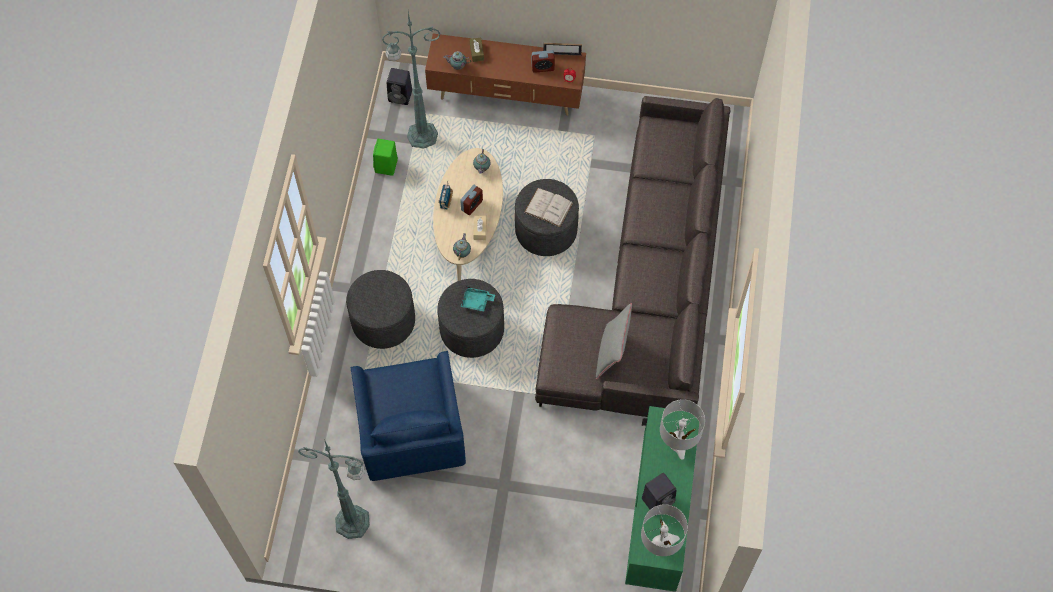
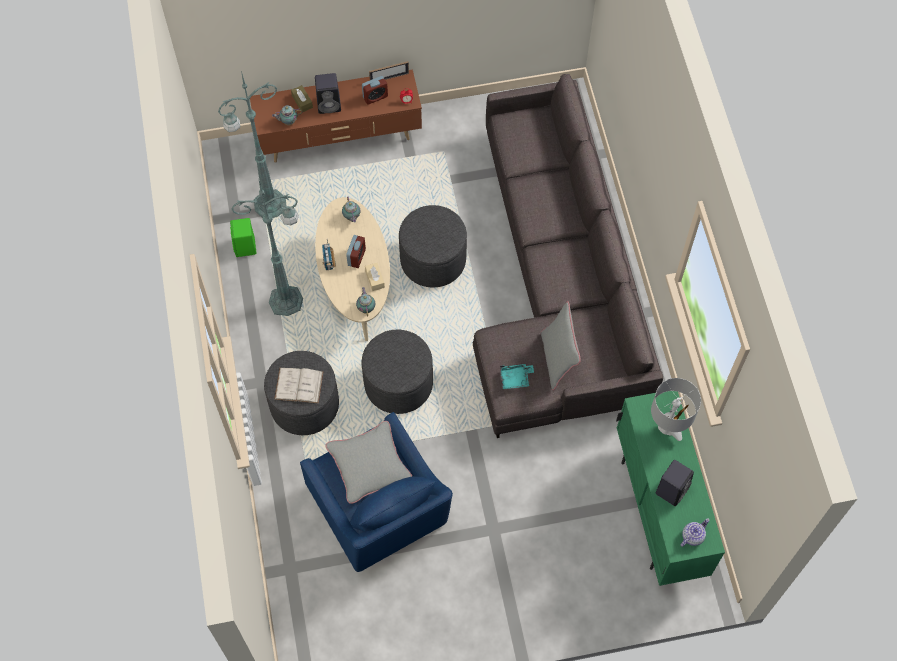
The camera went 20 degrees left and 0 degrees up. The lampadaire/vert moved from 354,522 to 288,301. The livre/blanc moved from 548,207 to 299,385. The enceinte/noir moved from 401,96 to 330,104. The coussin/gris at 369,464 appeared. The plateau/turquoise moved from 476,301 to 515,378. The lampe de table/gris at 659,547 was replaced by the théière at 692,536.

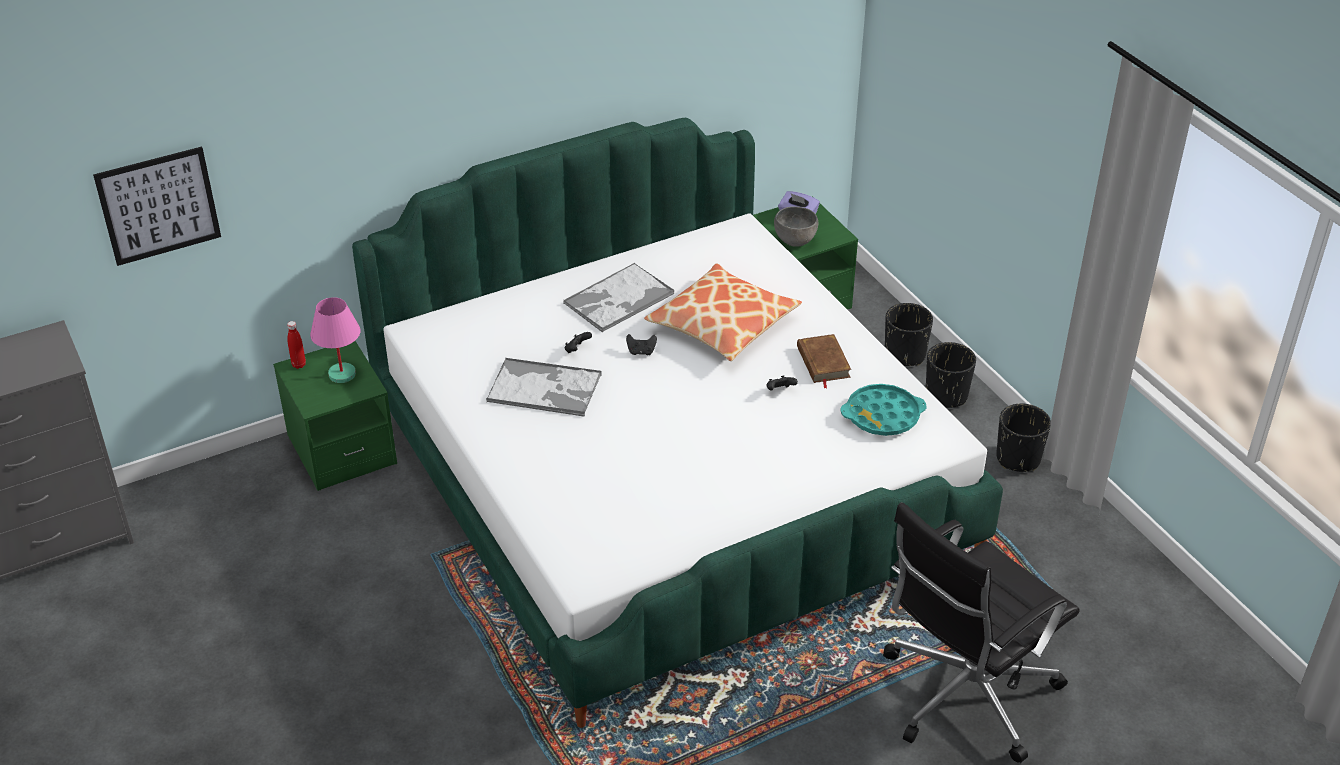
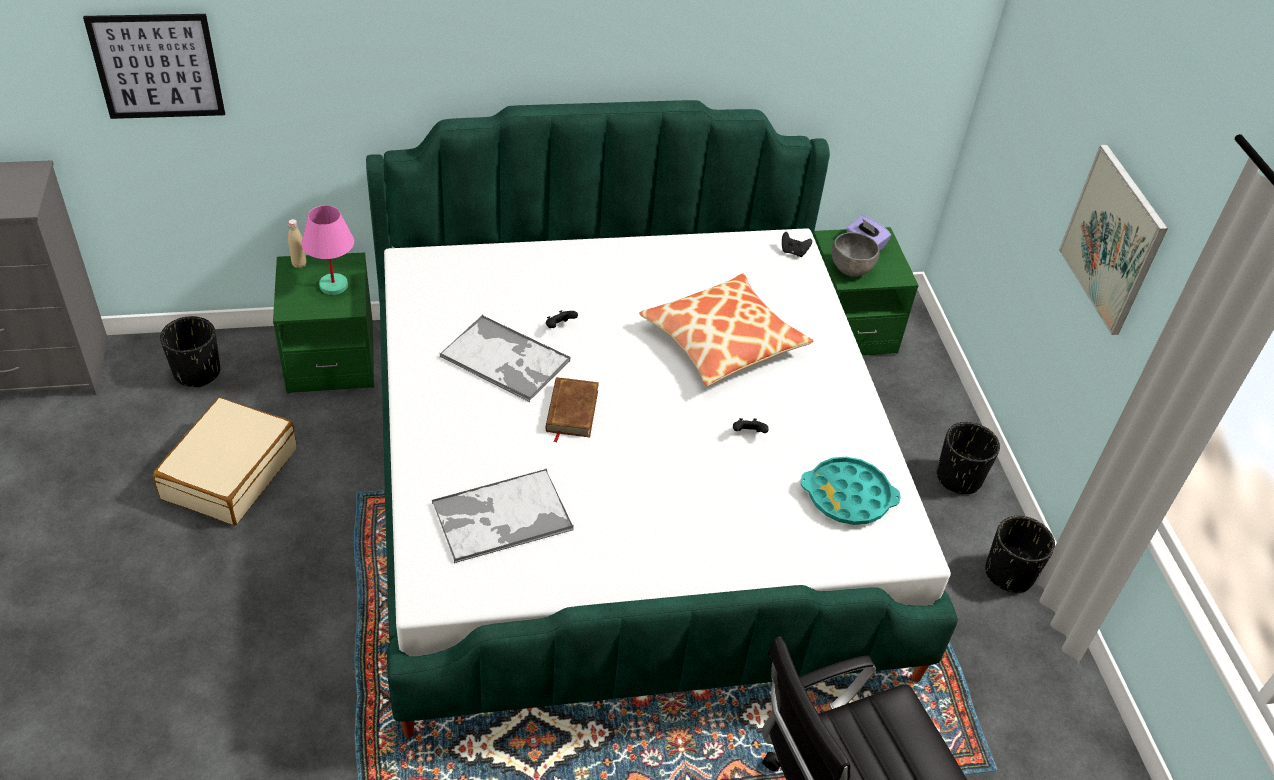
The camera went 15 degrees right and 5 degrees up. The valise/beige at 229,473 appeared. The cache-pot/noir moved from 905,355 to 197,372. The bouteille/rouge at 299,365 became the bouteille/beige at 299,264. The plateau moved from 618,299 to 501,517. The livre/marron moved from 822,362 to 571,411. The manette/noir moved from 641,352 to 793,252. The tableau at 1112,239 appeared.

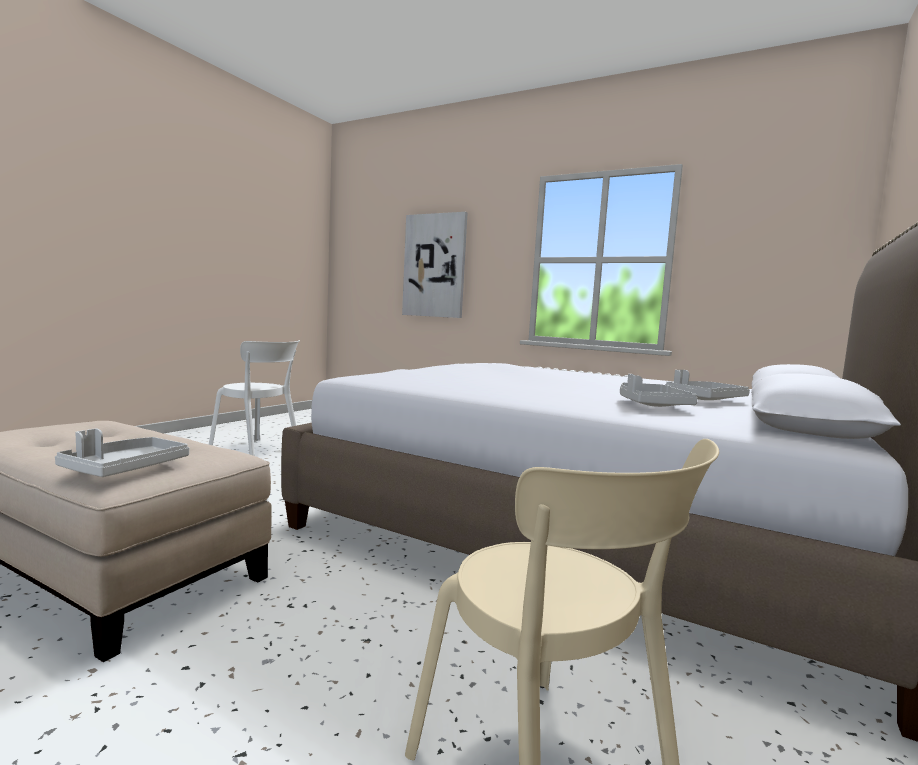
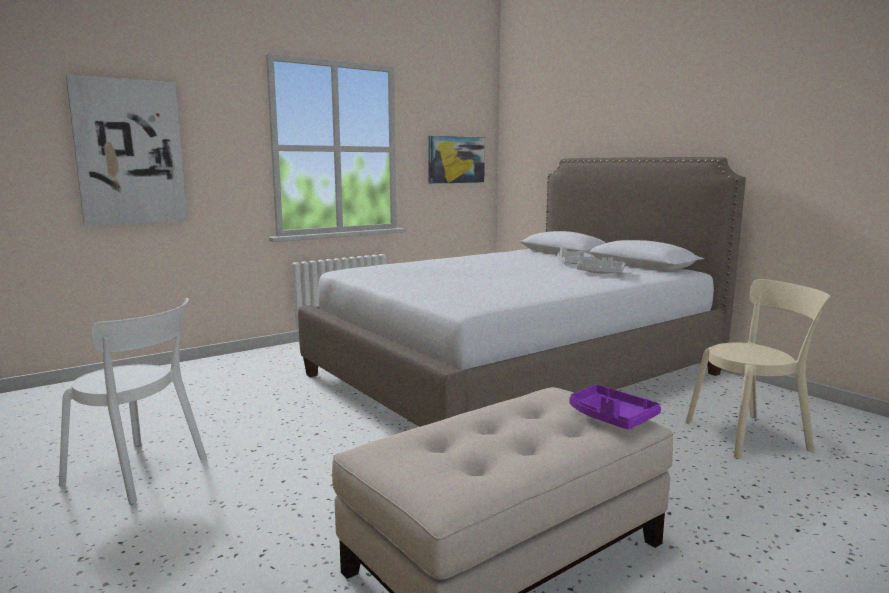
The camera went 65 degrees left and 5 degrees up. The chaise/blanc at 258,450 turned 60 degrees clockwise. The tableau at 456,160 appeared. The plateau/gris at 125,469 became the plateau/violet at 611,417.

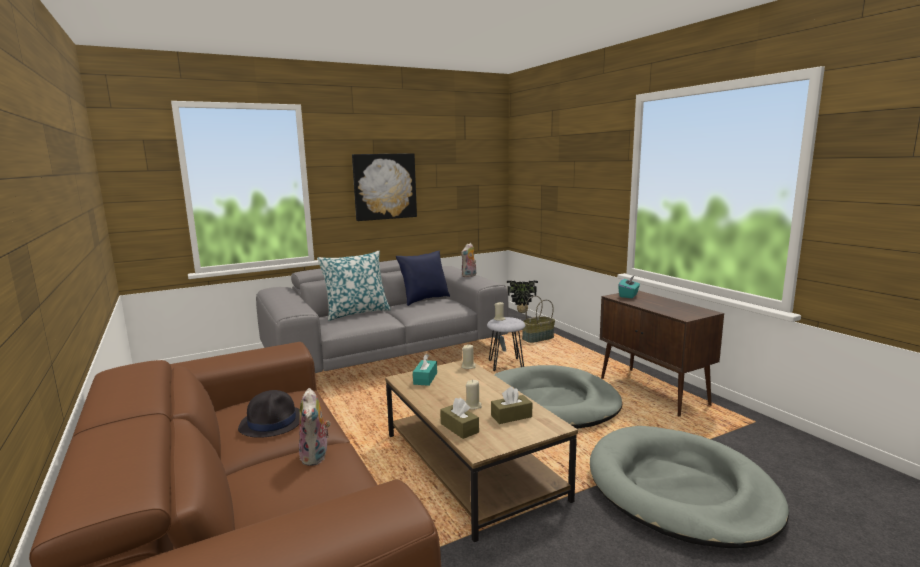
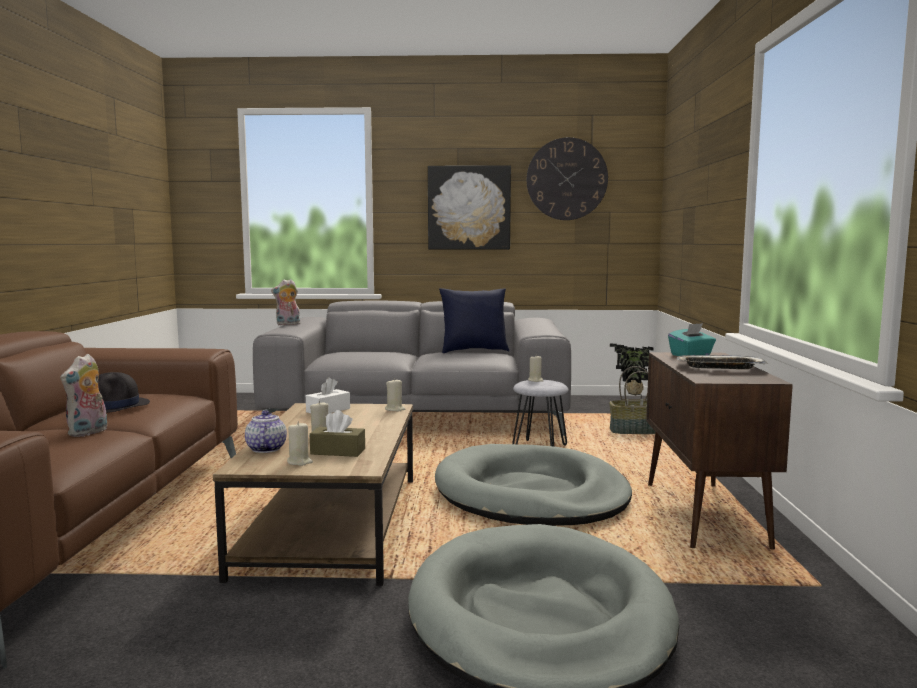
The camera went 30 degrees right and 5 degrees down. The boîte à mouchoirs/marron at 459,428 was replaced by the théière at 266,449. The peluche moved from 469,276 to 287,324. The bougie/beige at 299,462 appeared. The boîte à mouchoirs/turquoise at 425,378 became the boîte à mouchoirs/blanc at 328,410. The horloge murale at 567,179 appeared. The plateau at 719,368 appeared. The coussin at 356,313 disappeared.

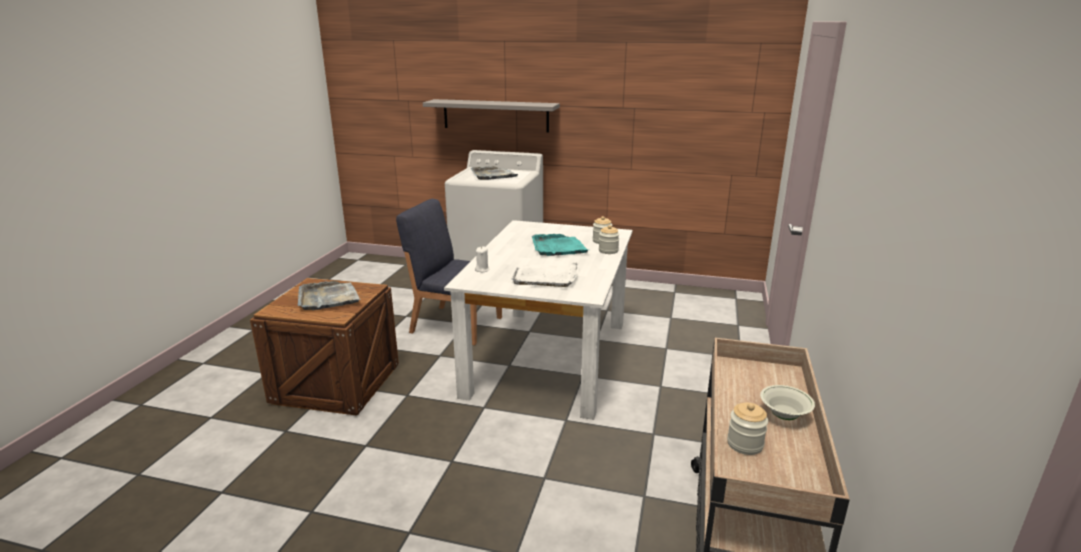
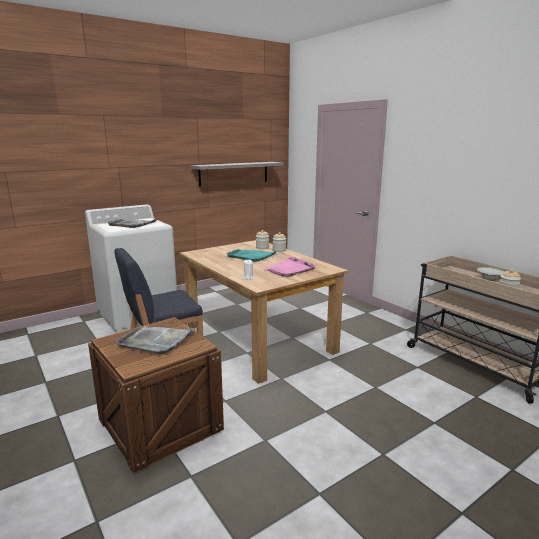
The camera went 50 degrees left and 5 degrees down. The table à manger/blanc at 548,356 became the table à manger/marron at 257,338. The étagère/gris moved from 495,115 to 234,173. The plateau/blanc at 546,277 became the plateau/rose at 290,269.

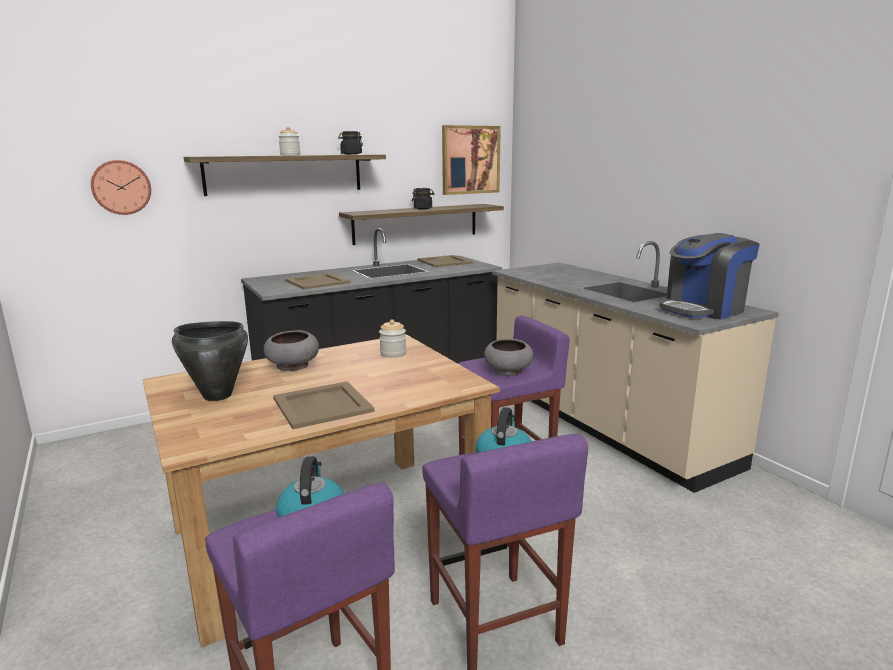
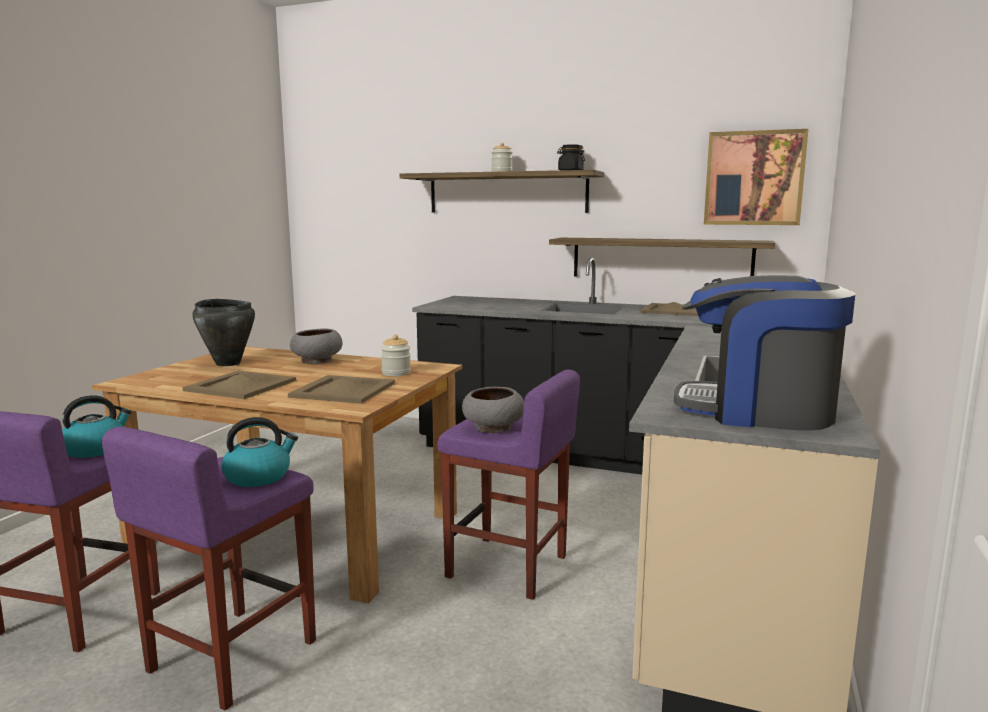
The camera went 50 degrees right and 5 degrees down. The plateau/beige moved from 316,282 to 343,390. The horloge murale at 121,187 disappeared. The bocal/noir at 423,209 disappeared.

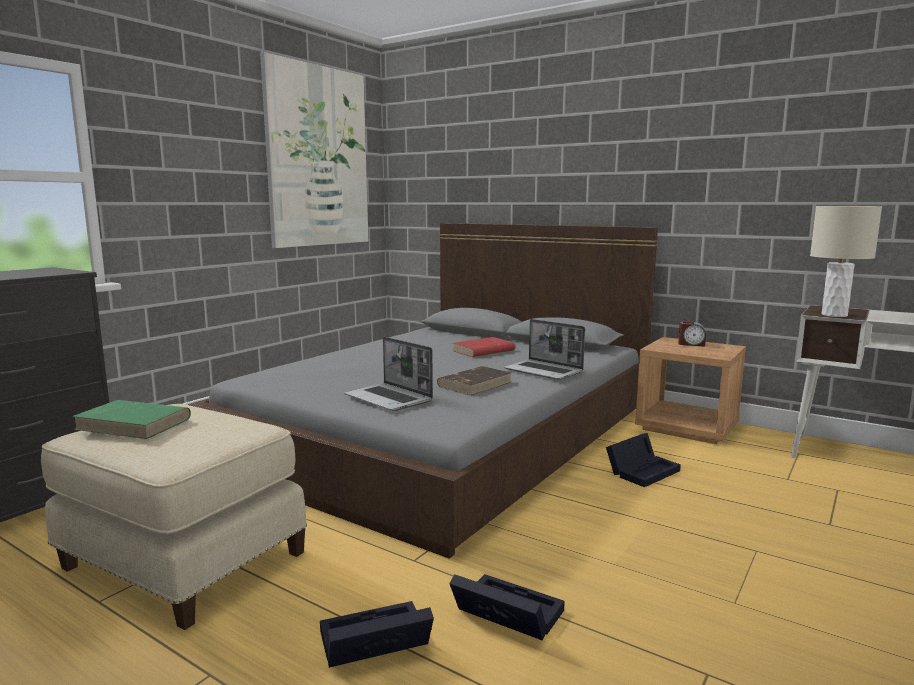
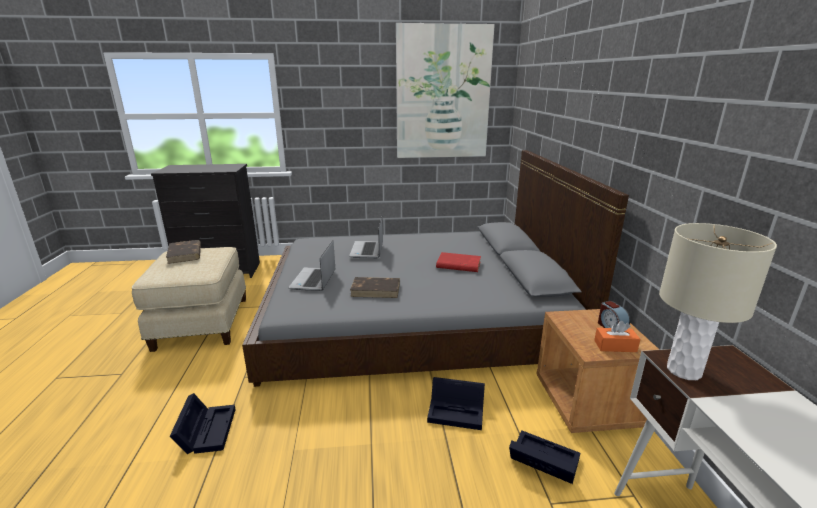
The camera went 50 degrees right and 10 degrees up. The livre/vert at 135,424 became the livre/marron at 185,254. The ordinateur portable moved from 544,371 to 367,251. The boîte de rangement/noir moved from 372,644 to 541,462. The boîte à mouchoirs/orange at 615,346 appeared.

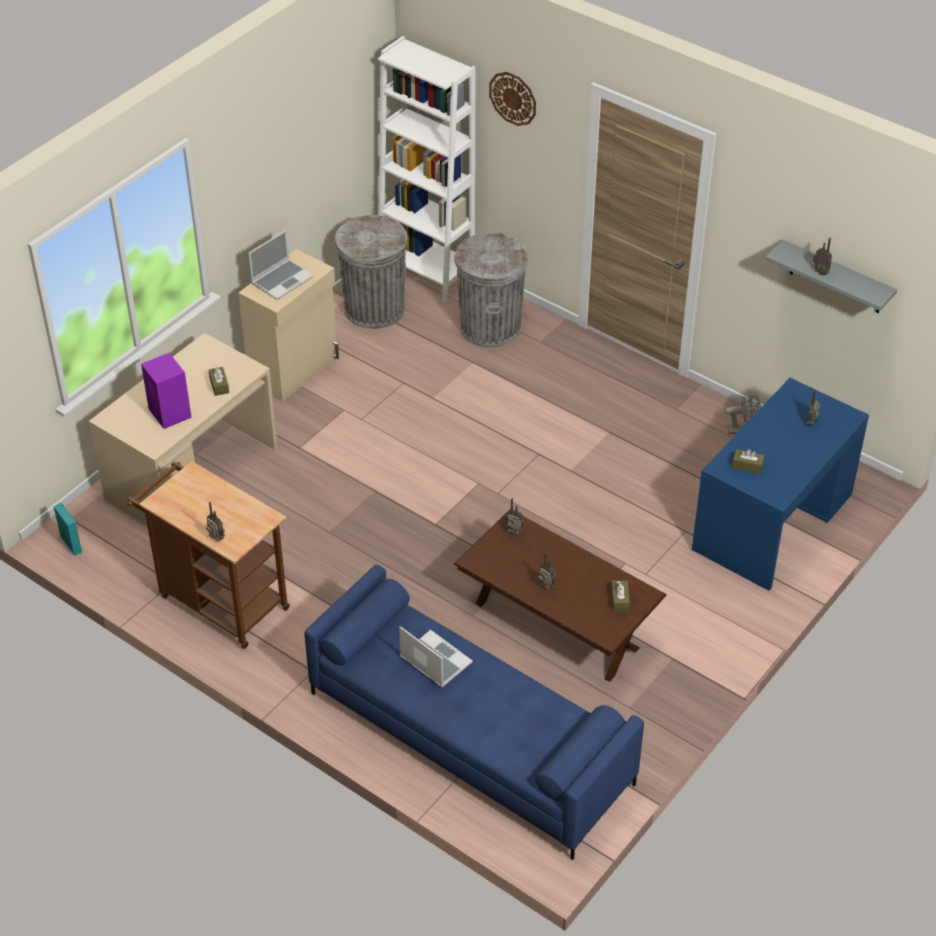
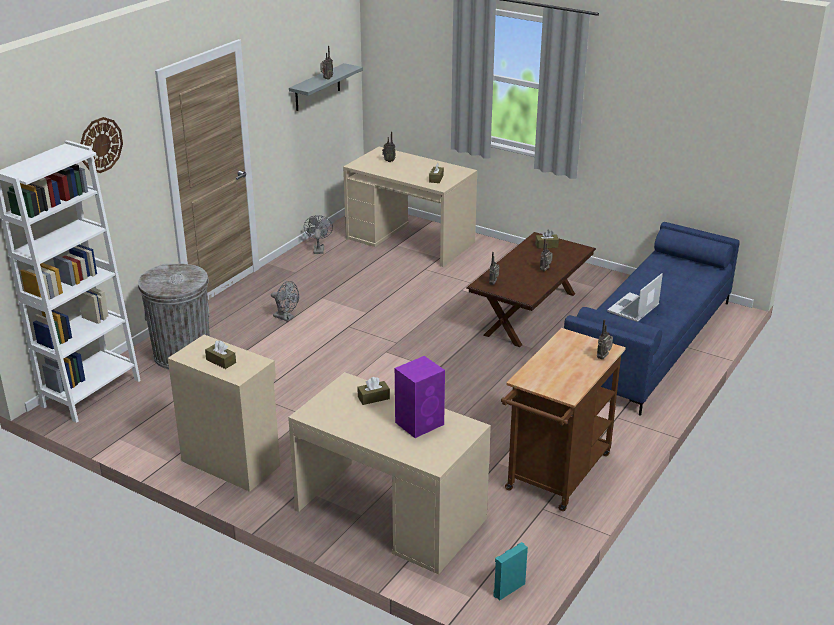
The camera went 95 degrees left and 15 degrees down. The ordinateur portable at 282,280 was replaced by the boîte à mouchoirs/marron at 221,361. The ventilateur/gris at 286,318 appeared. The bureau/bleu at 773,521 became the bureau/beige at 410,240. The poubelle/gris at 374,309 disappeared.

